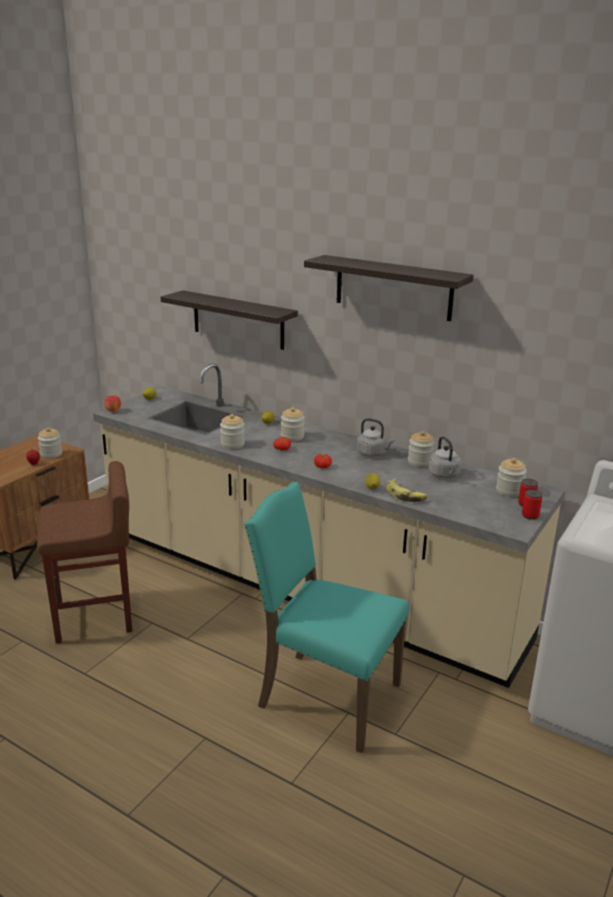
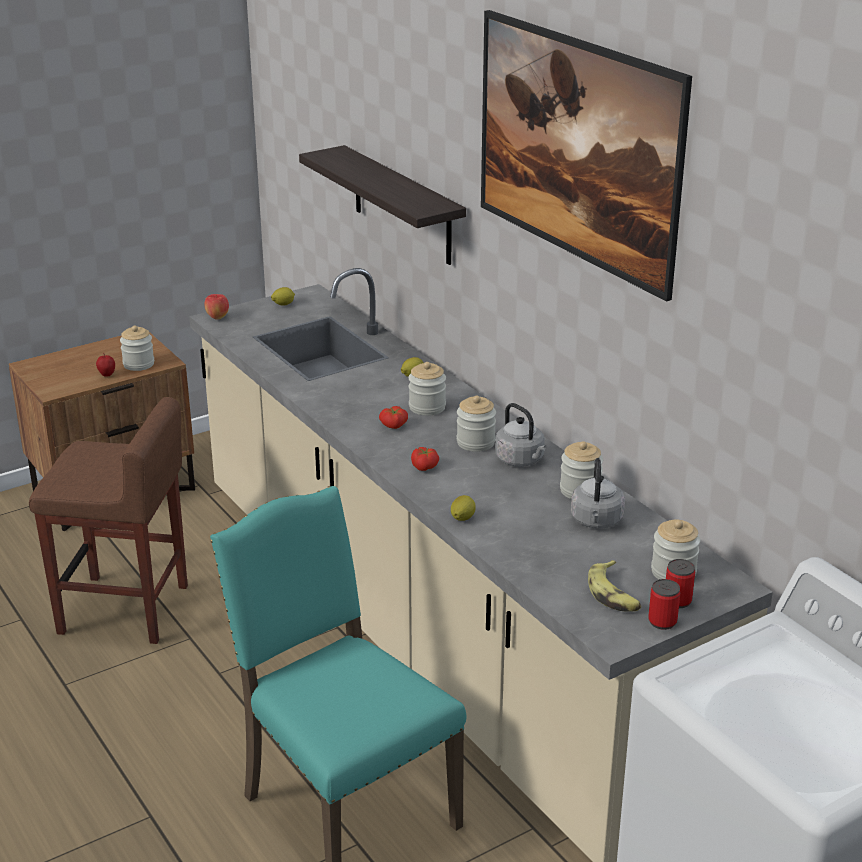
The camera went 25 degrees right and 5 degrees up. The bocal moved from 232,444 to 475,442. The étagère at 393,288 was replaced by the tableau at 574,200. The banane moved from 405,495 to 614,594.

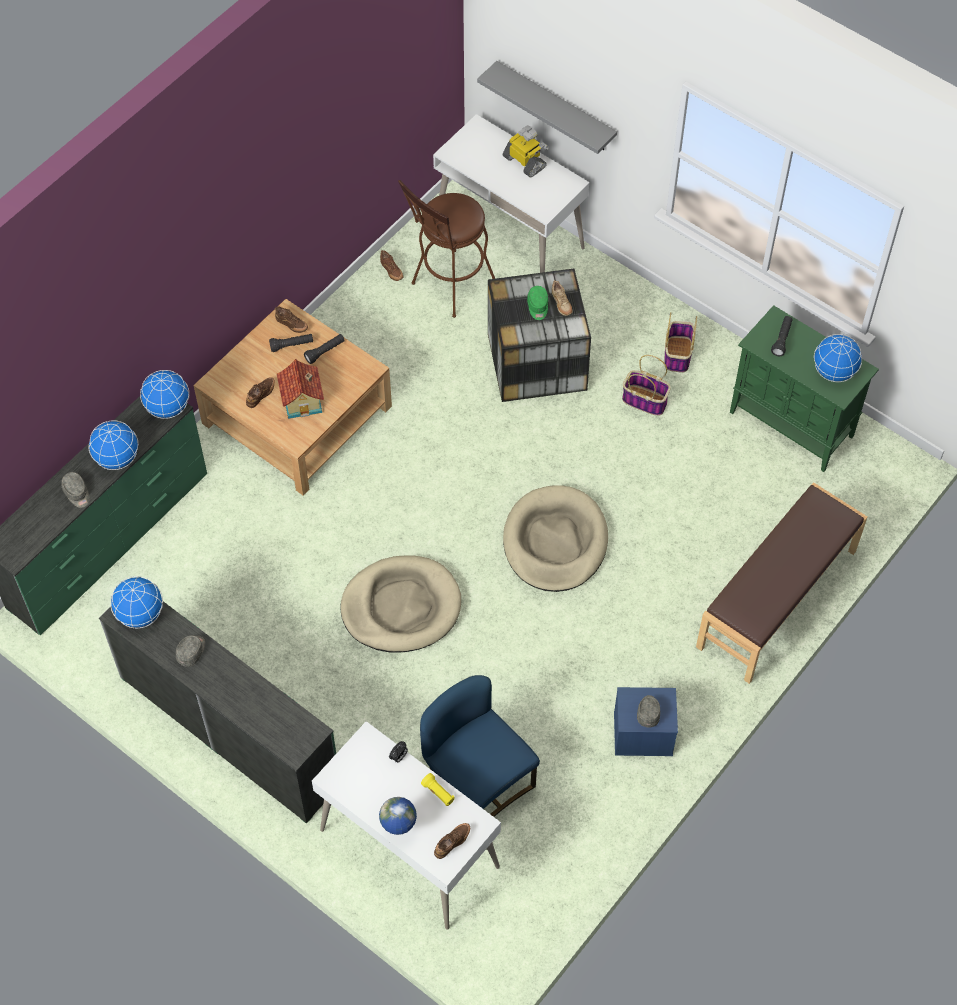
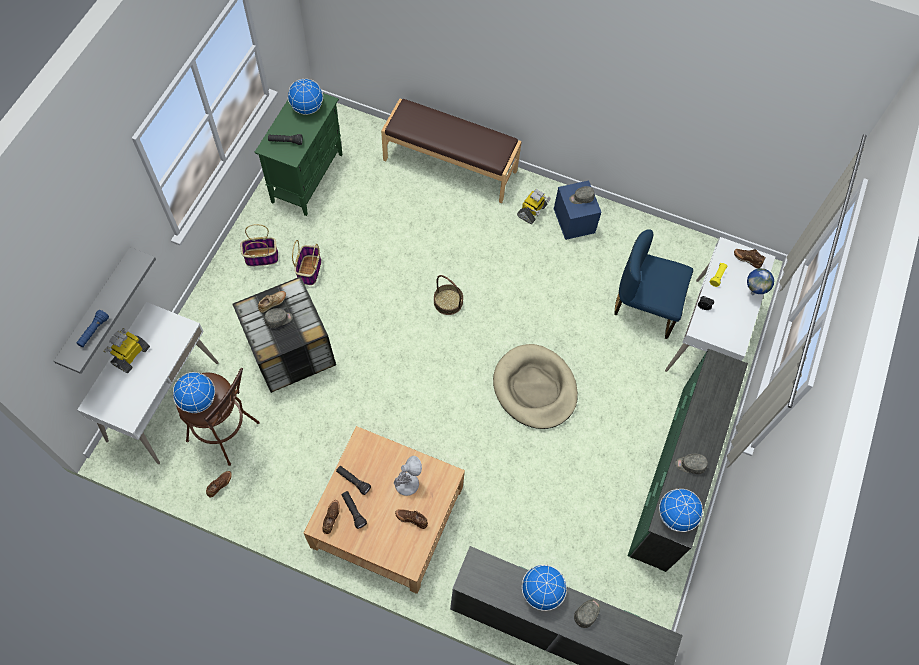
The camera went 110 degrees left and 5 degrees up. The lampe de poche/bleu at 93,331 appeared. The globe moved from 168,407 to 198,400. The casquette/vert at 538,306 became the casquette/gris at 279,319. The maison miniature at 303,401 was replaced by the lampe de table/blanc at 408,483. The panier pour chien/beige at 555,542 was replaced by the panier at 448,302. The robot jouet at 532,211 appeared. The chaise/bleu at 477,781 turned 75 degrees clockwise.

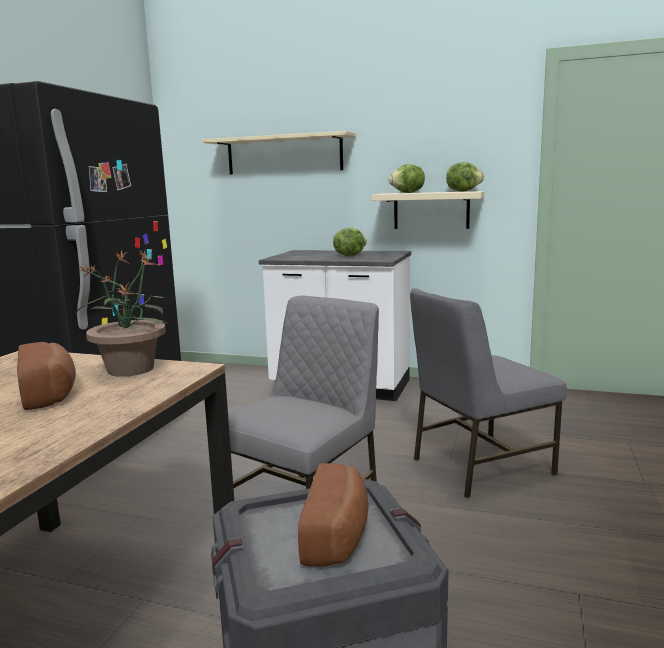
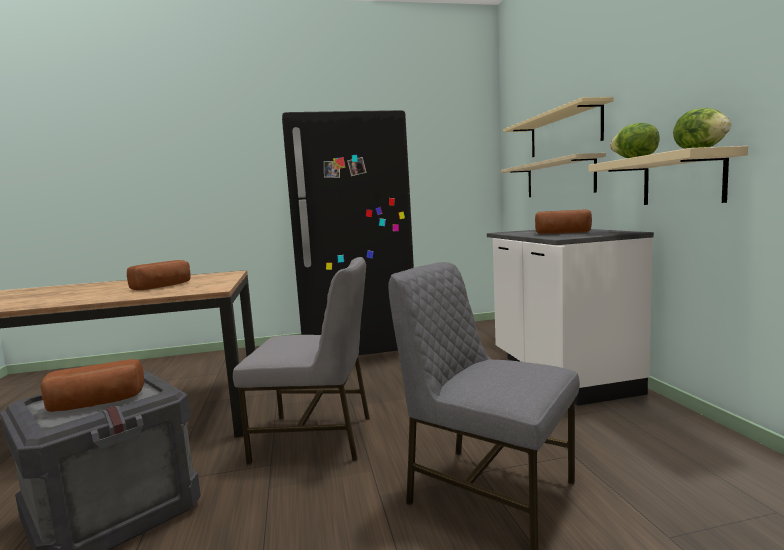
The camera went 60 degrees right and 5 degrees down. The étagère/beige at 559,178 appeared. The laitue at 349,255 was replaced by the pain at 562,233. The plante en pot at 130,369 disappeared.

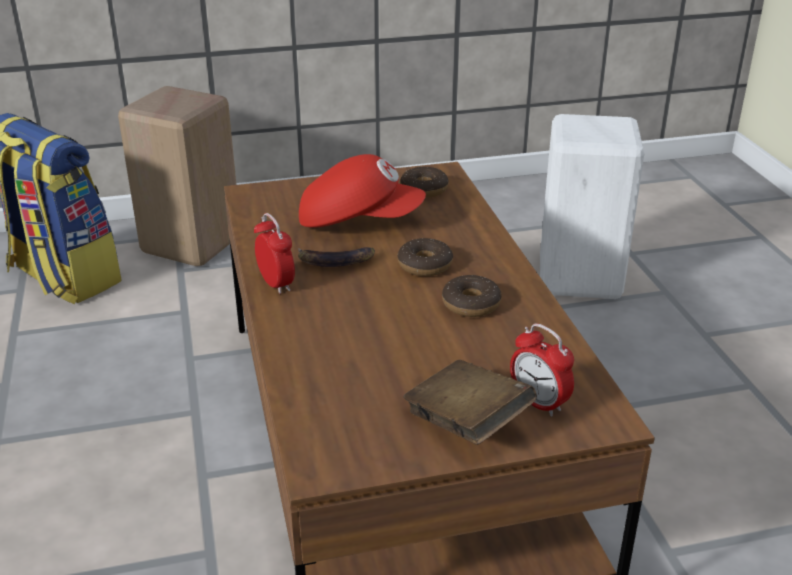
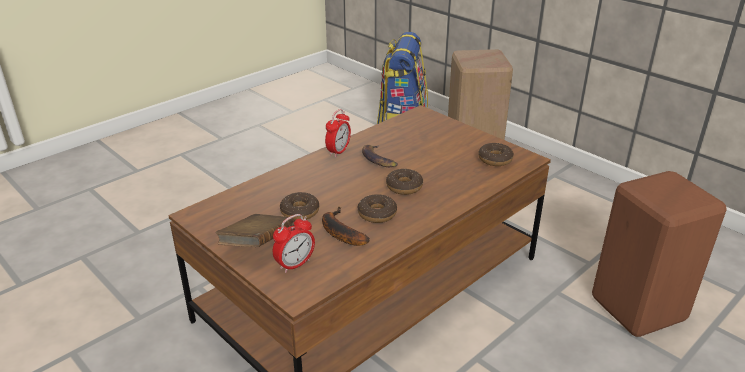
The camera went 60 degrees right and 0 degrees up. The réveil at 539,403 turned 150 degrees counterclockwise. The beignet at 300,211 appeared. The banane at 339,232 appeared. The tabouret/blanc at 582,277 became the tabouret/marron at 641,309. The casquette/rouge at 359,221 disappeared.

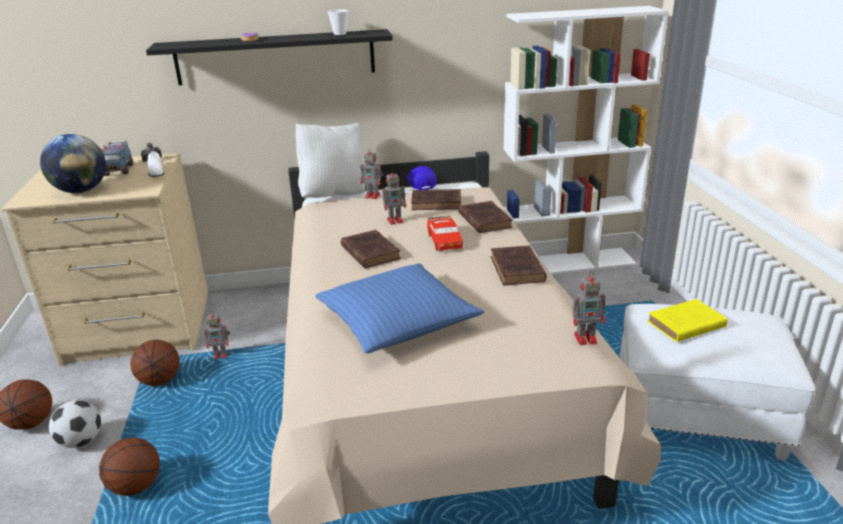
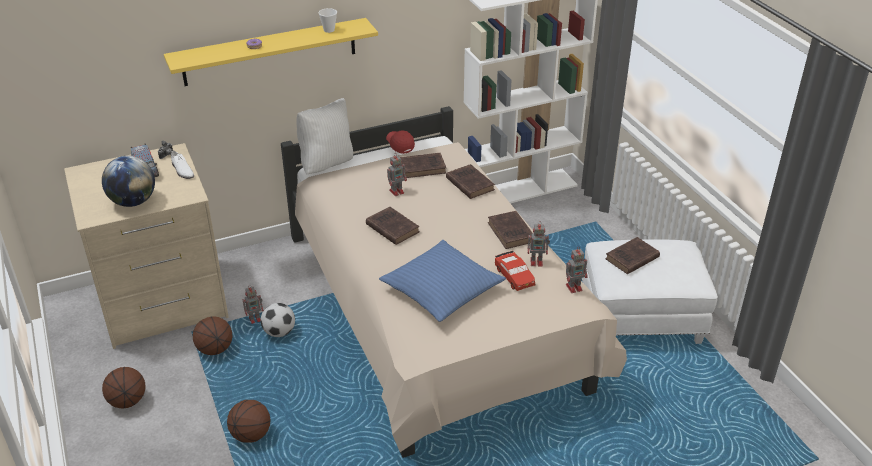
The camera went 15 degrees left and 10 degrees up. The étagère/noir at 276,57 became the étagère/jaune at 270,52. The ballon de foot moved from 81,441 to 279,332. The casquette/bleu at 421,184 became the casquette/rouge at 400,145. The petite voiture/rouge moved from 444,240 to 514,276. The robot jouet moved from 373,196 to 537,261. The livre/jaune at 684,325 became the livre/marron at 631,259.

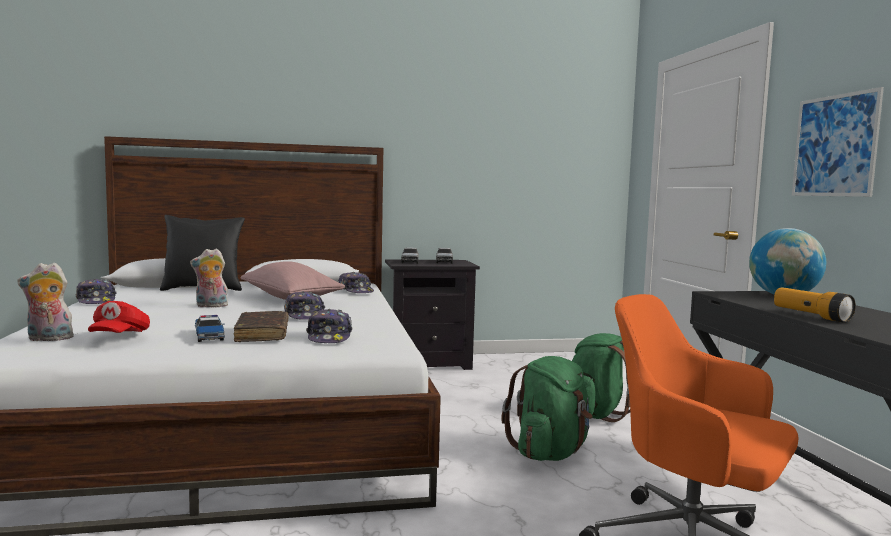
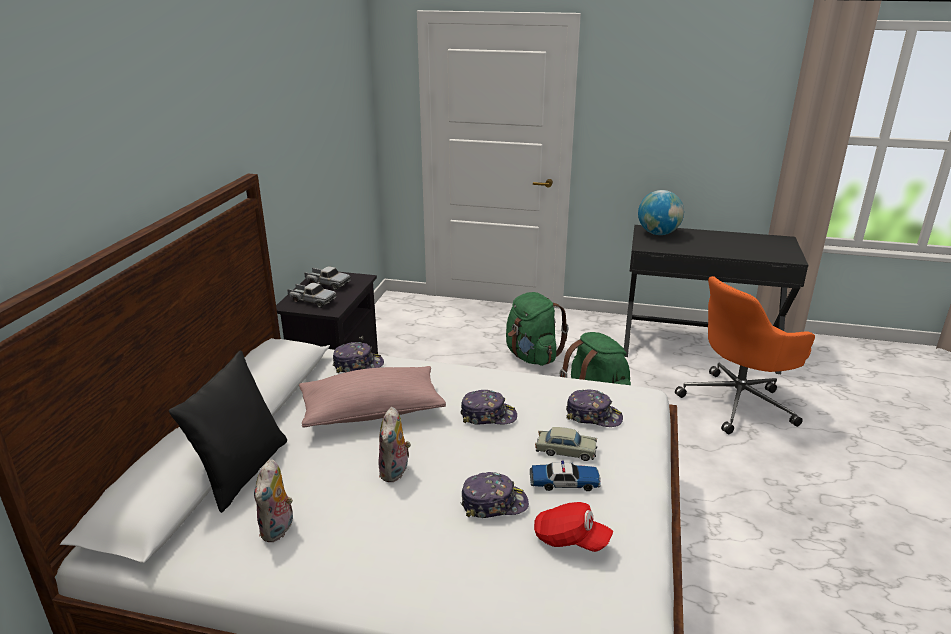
The camera went 65 degrees left and 20 degrees up. The peluche moved from 48,339 to 278,530. The casquette moved from 96,301 to 494,503. The livre/marron at 262,334 was replaced by the petite voiture/beige at 566,451. The lampe de poche at 811,316 disappeared. The tableau at 834,146 disappeared.

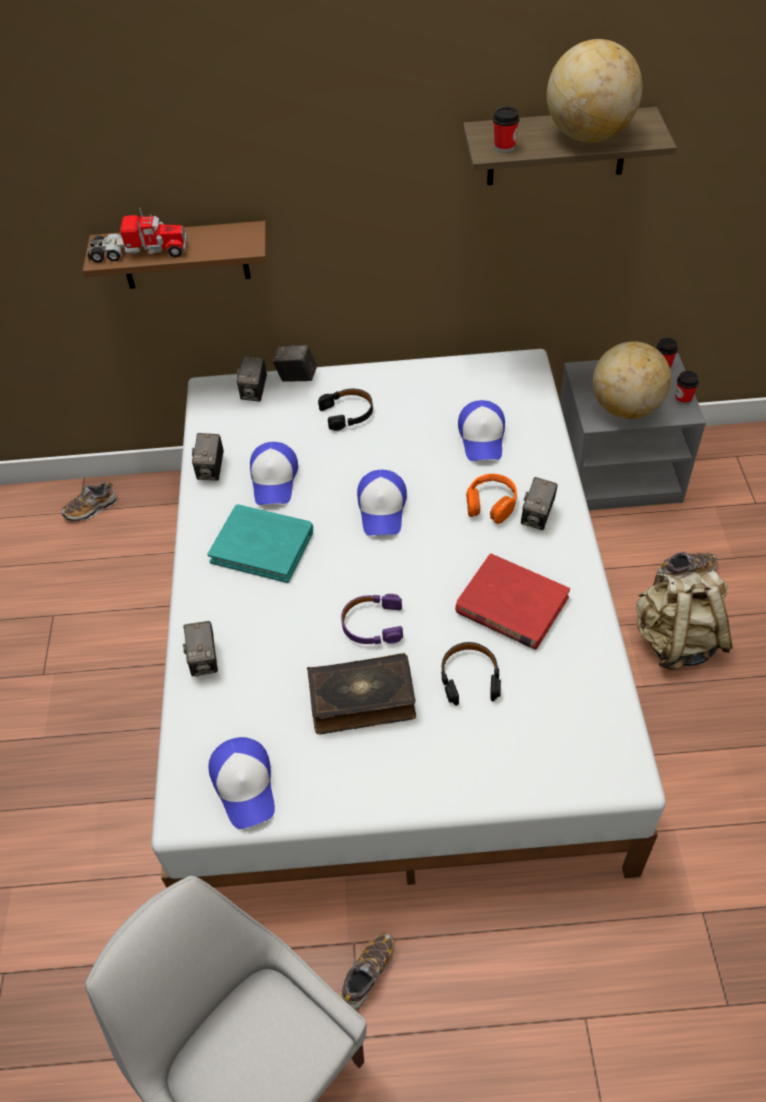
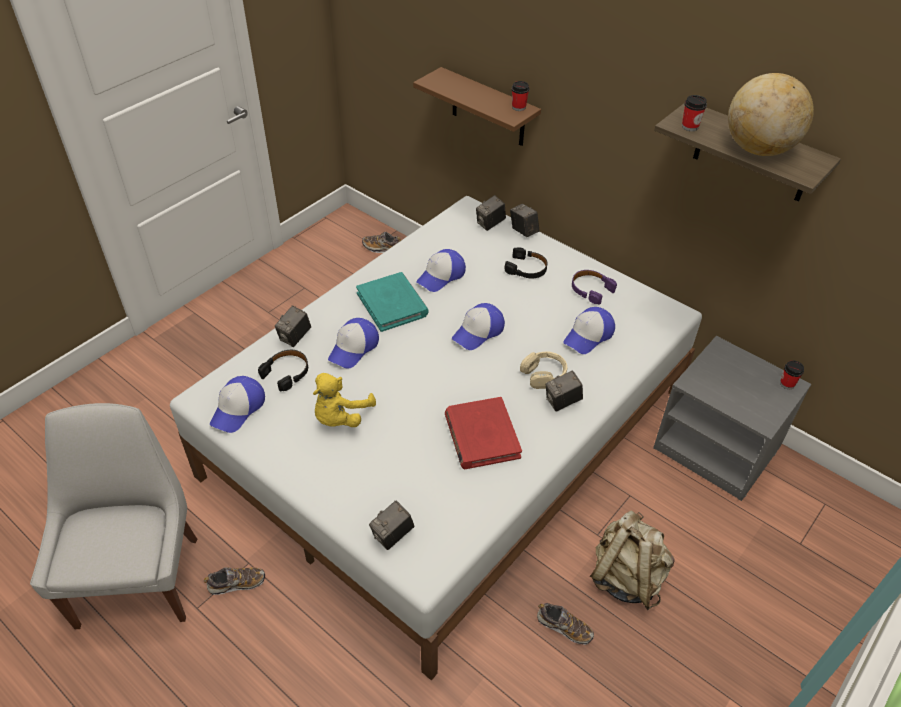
The camera went 40 degrees right and 5 degrees down. The casque audio/noir moved from 469,677 to 287,373. The livre at 362,700 was replaced by the peluche/jaune at 340,417. The casquette at 354,348 appeared. The appareil photo moved from 211,470 to 392,535. The tasse moved from 683,399 to 518,107. The casque audio/orange at 491,504 became the casque audio/beige at 544,375. The chaussure moved from 686,571 to 564,627. The casque audio/violet moved from 372,624 to 590,289. The camion jouet at 138,252 disappeared. The globe at 626,408 disappeared.

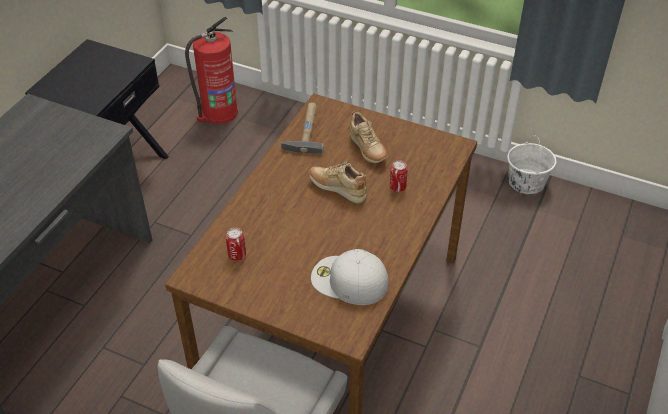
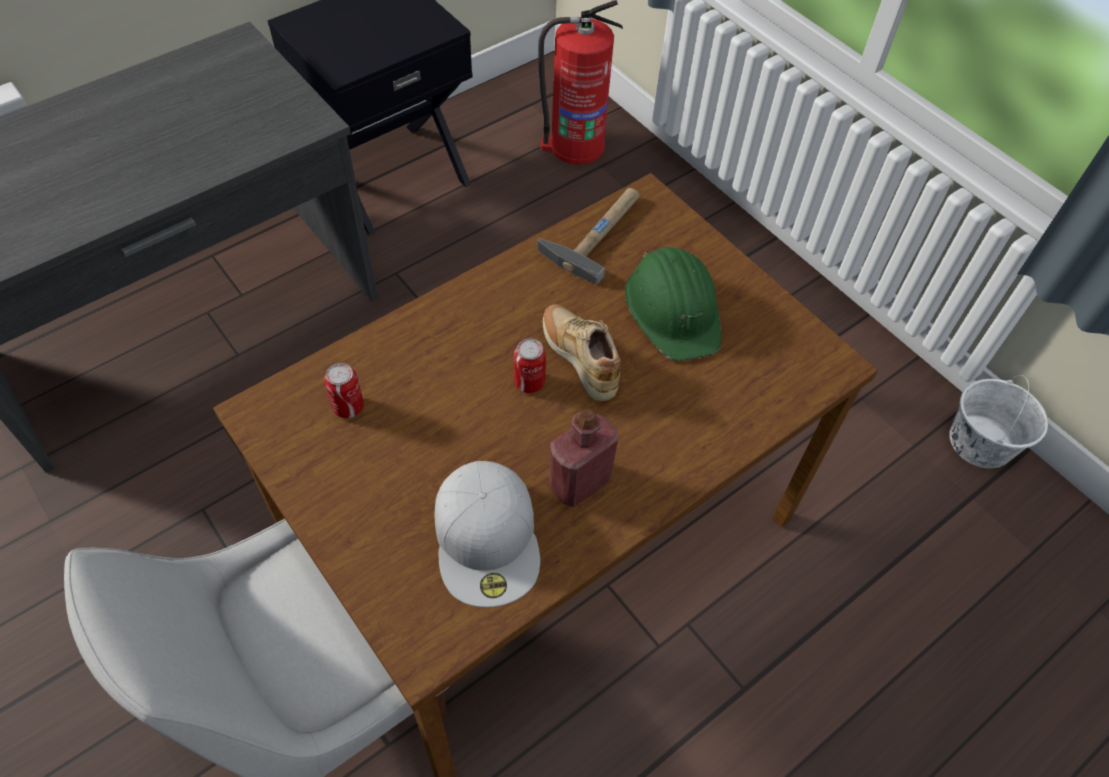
The camera went 25 degrees right and 10 degrees up. The casquette/blanc at 348,281 turned 150 degrees counterclockwise. The boîte métallique moved from 397,187 to 529,382. The bouteille/rouge at 579,482 appeared. The chaussure/beige at 367,150 was replaced by the casque de chantier/vert at 674,309.

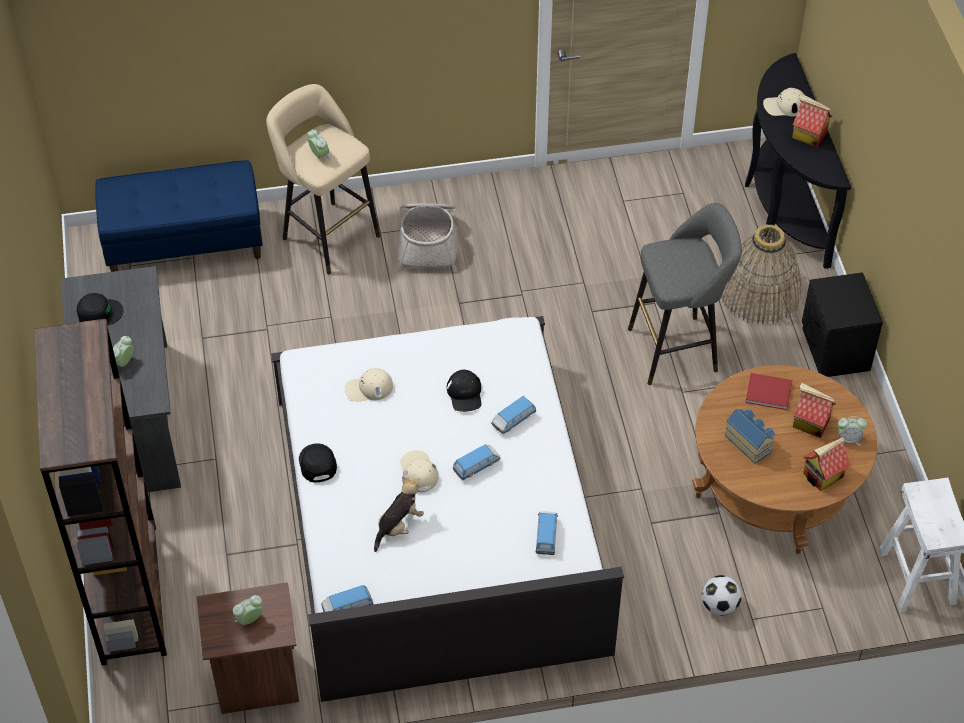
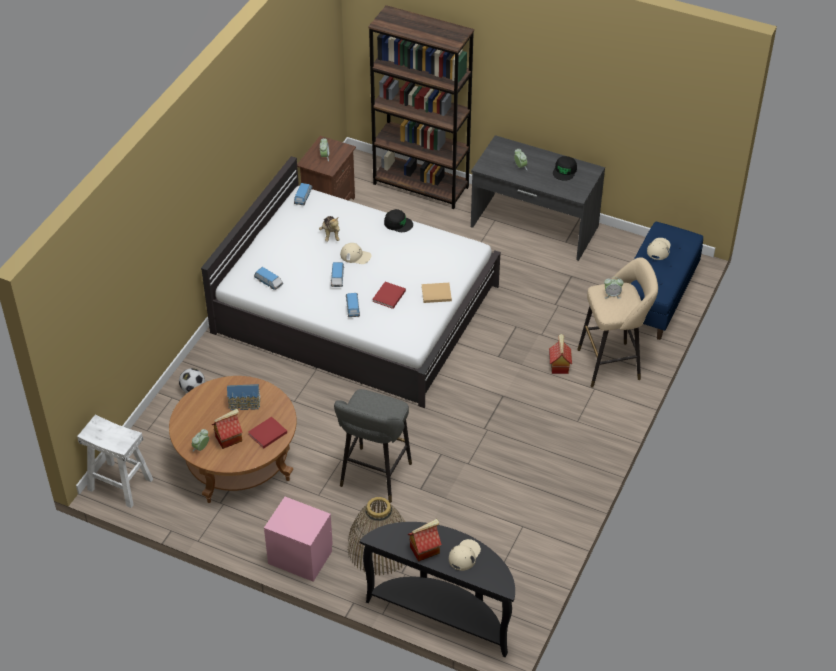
The camera went 125 degrees right and 5 degrees down. The table de chevet/noir at 835,349 became the table de chevet/rose at 300,557. The casquette/noir at 465,394 was replaced by the livre/rouge at 388,296. The livre/beige at 435,294 appeared. The maison miniature moved from 823,476 to 559,366. The casquette/beige moved from 369,388 to 659,249. The panier at 428,242 disappeared.

